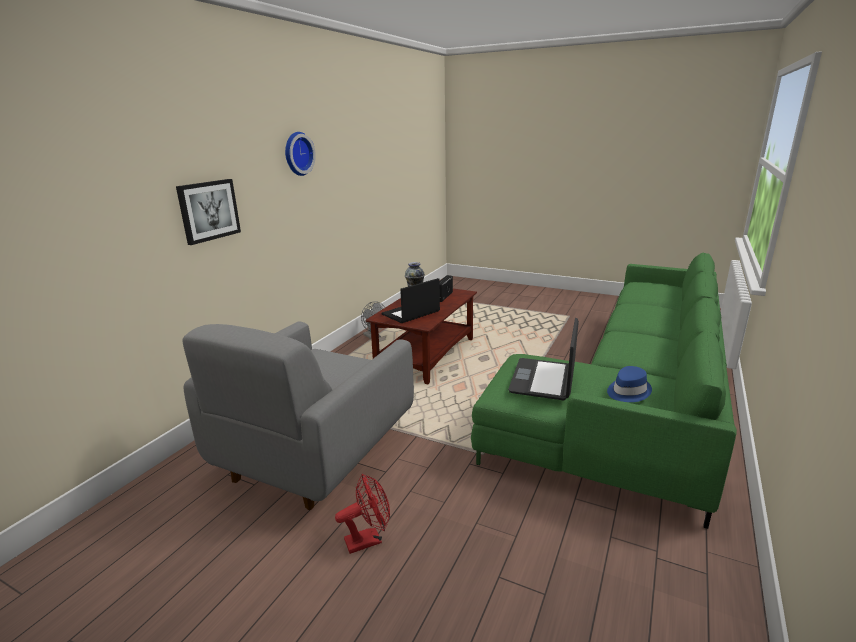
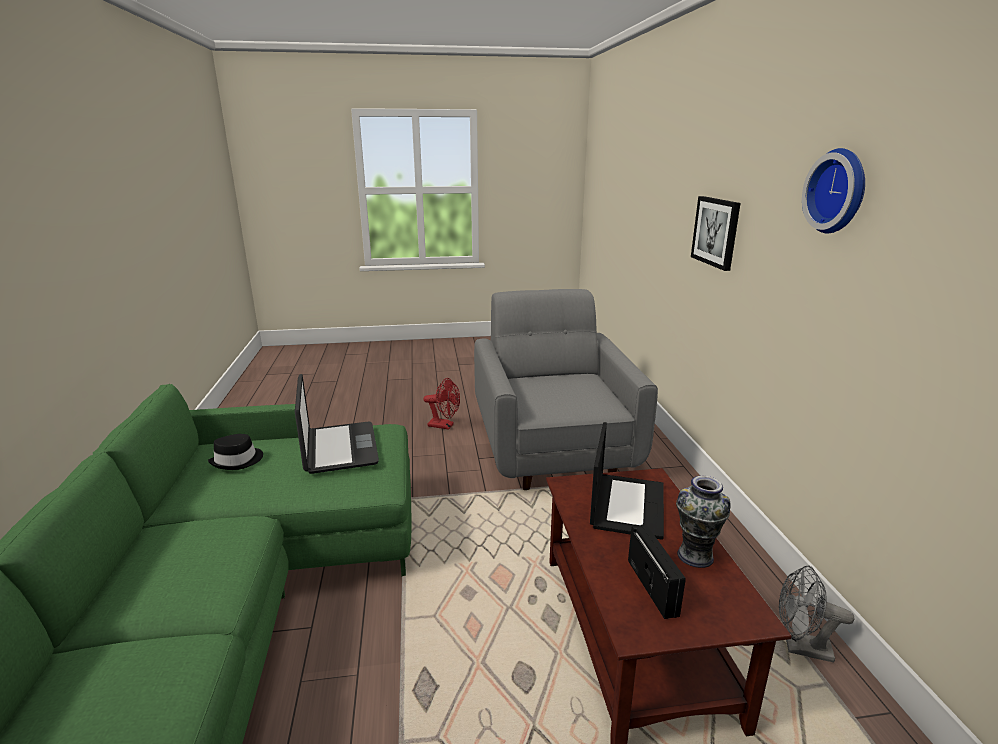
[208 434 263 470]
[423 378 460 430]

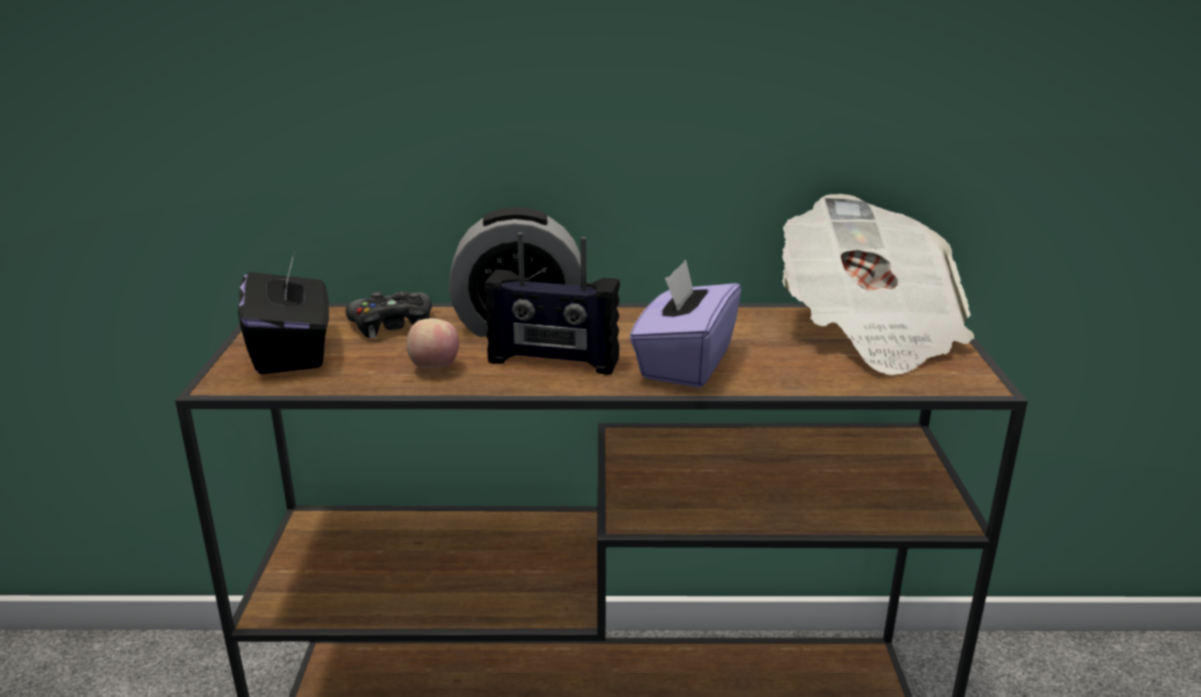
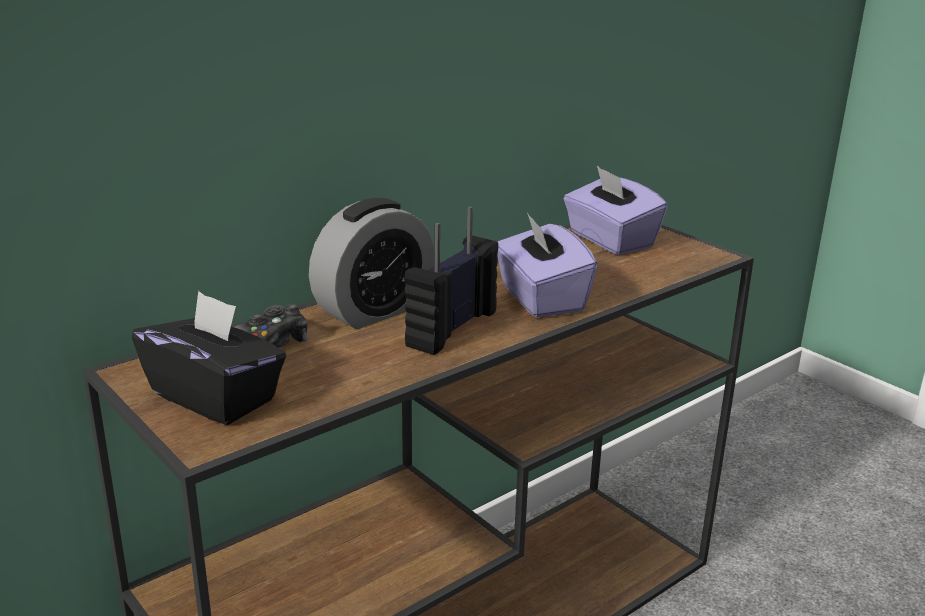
[404 206 498 355]
[564 166 668 255]
[406 318 459 369] (first image)

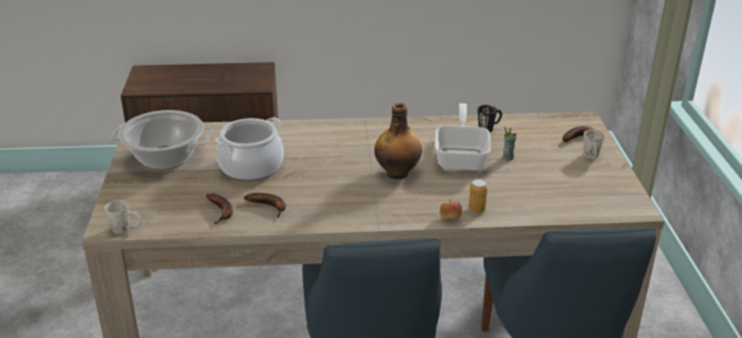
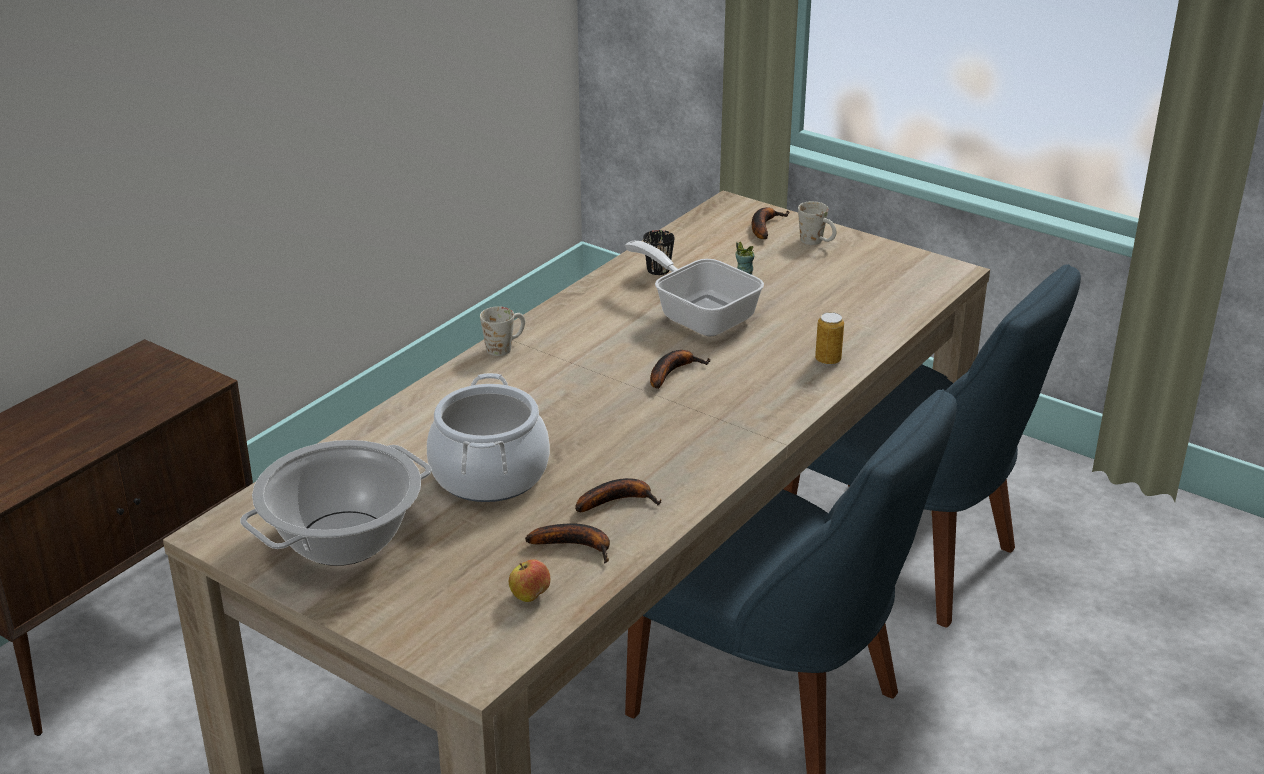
[480 306 525 356]
[509 559 551 602]
[650 350 711 389]

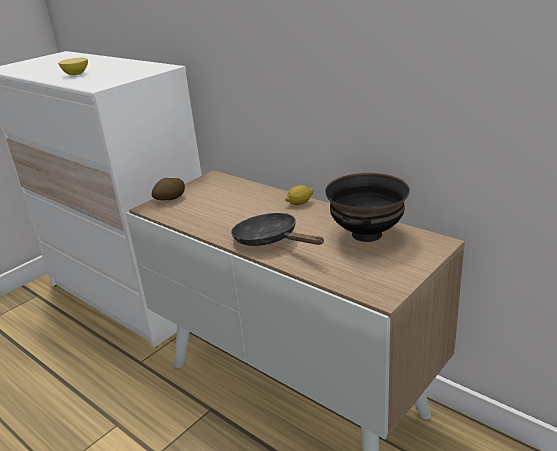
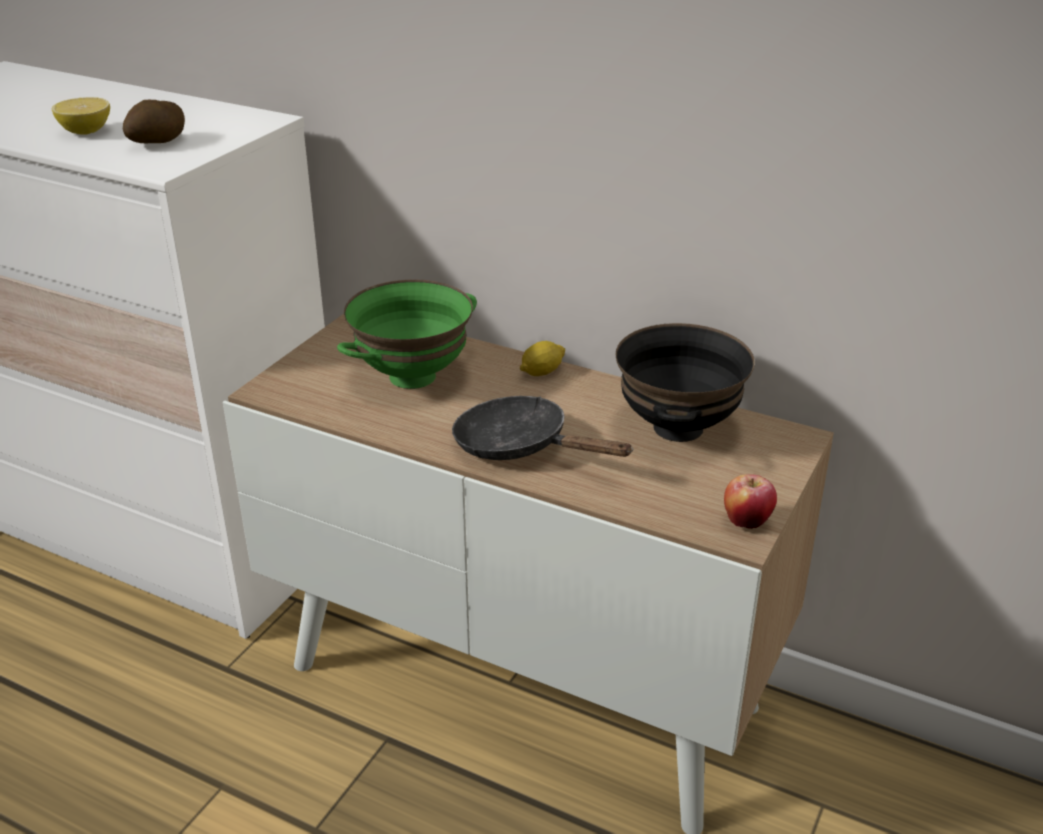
[123 100 185 143]
[337 279 477 389]
[724 474 777 529]

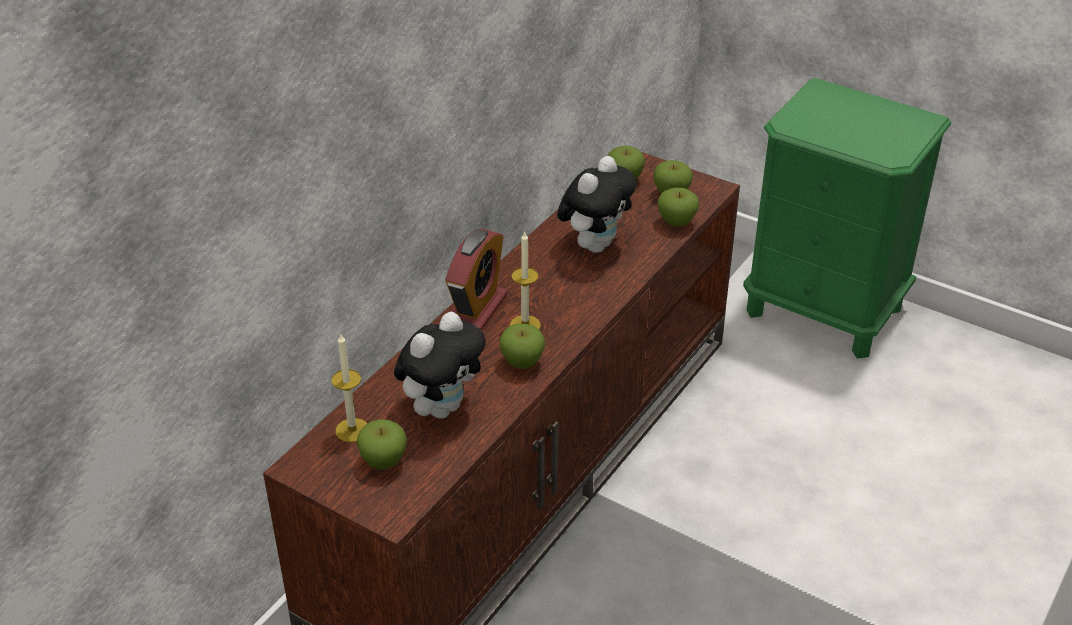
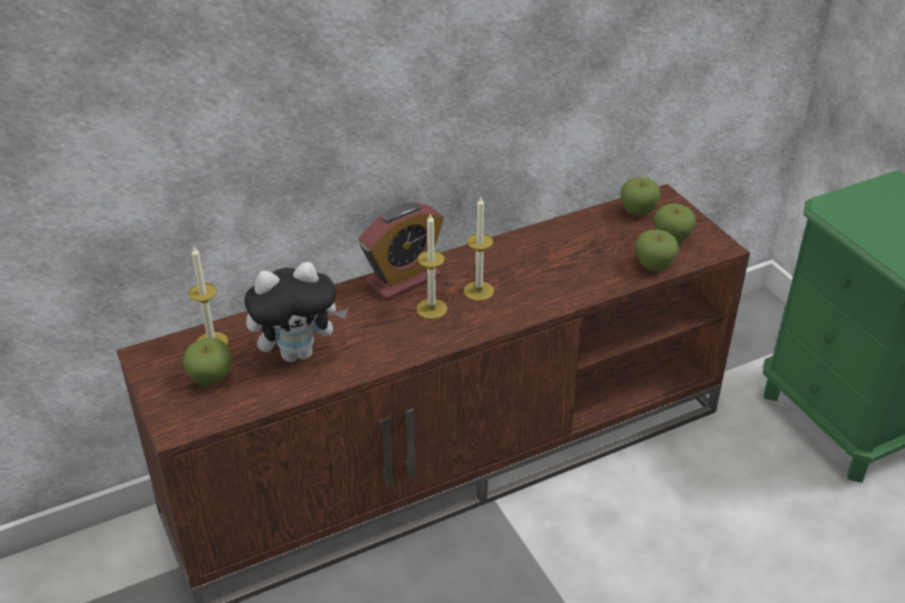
[464 197 494 301]
[499 324 545 369] (first image)
[557 156 637 253] (first image)

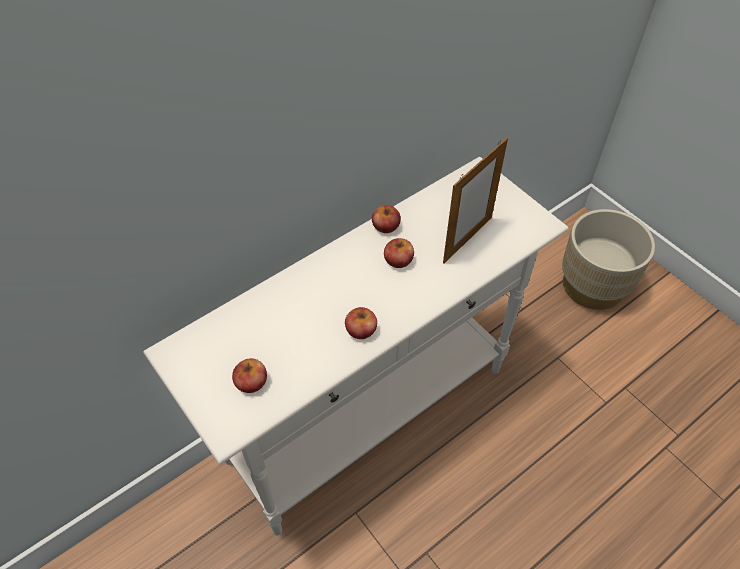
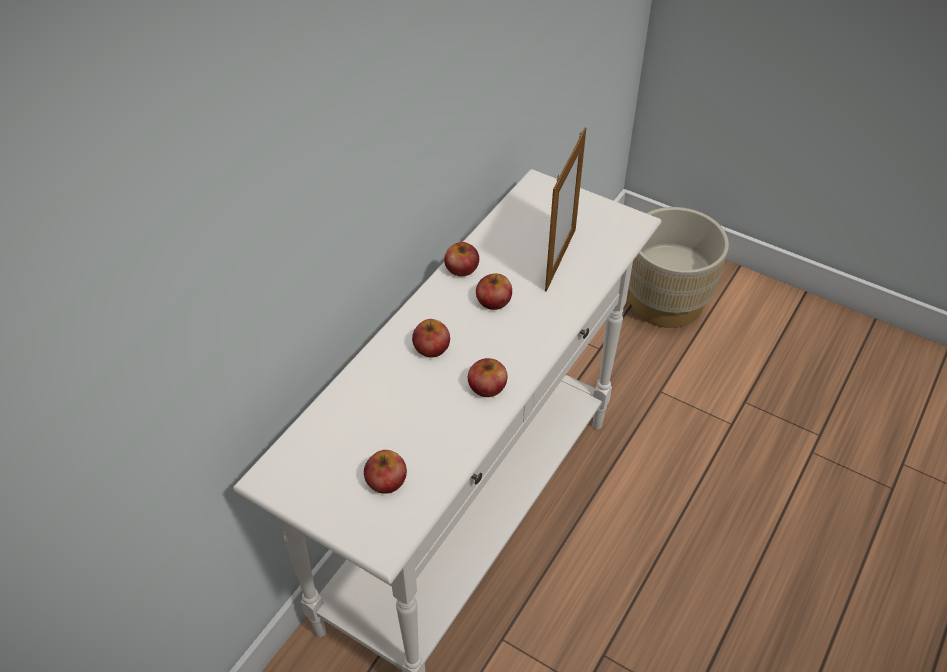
[412 319 450 357]

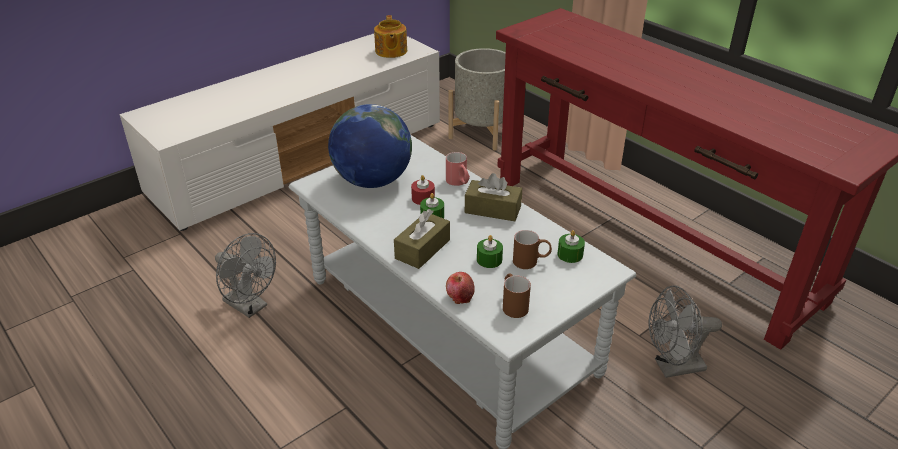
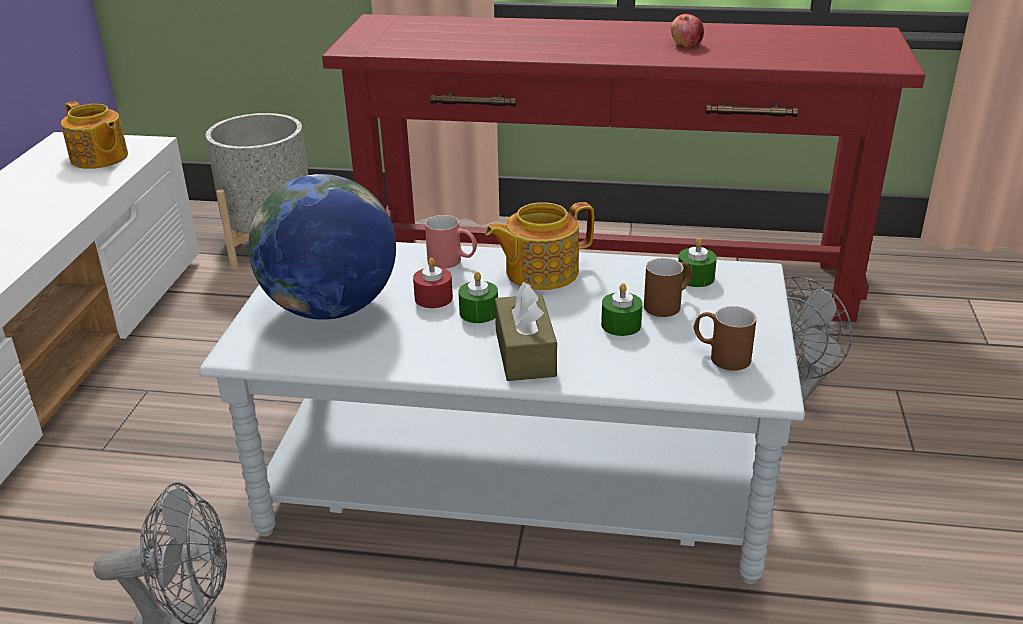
[485 202 594 290]
[671 14 704 48]

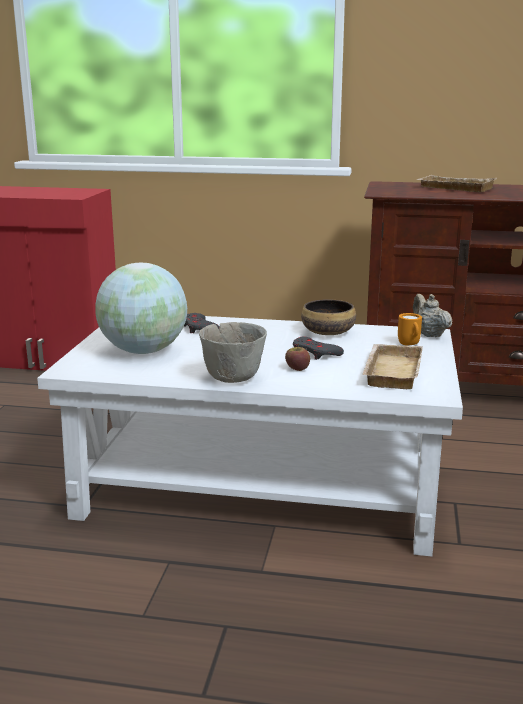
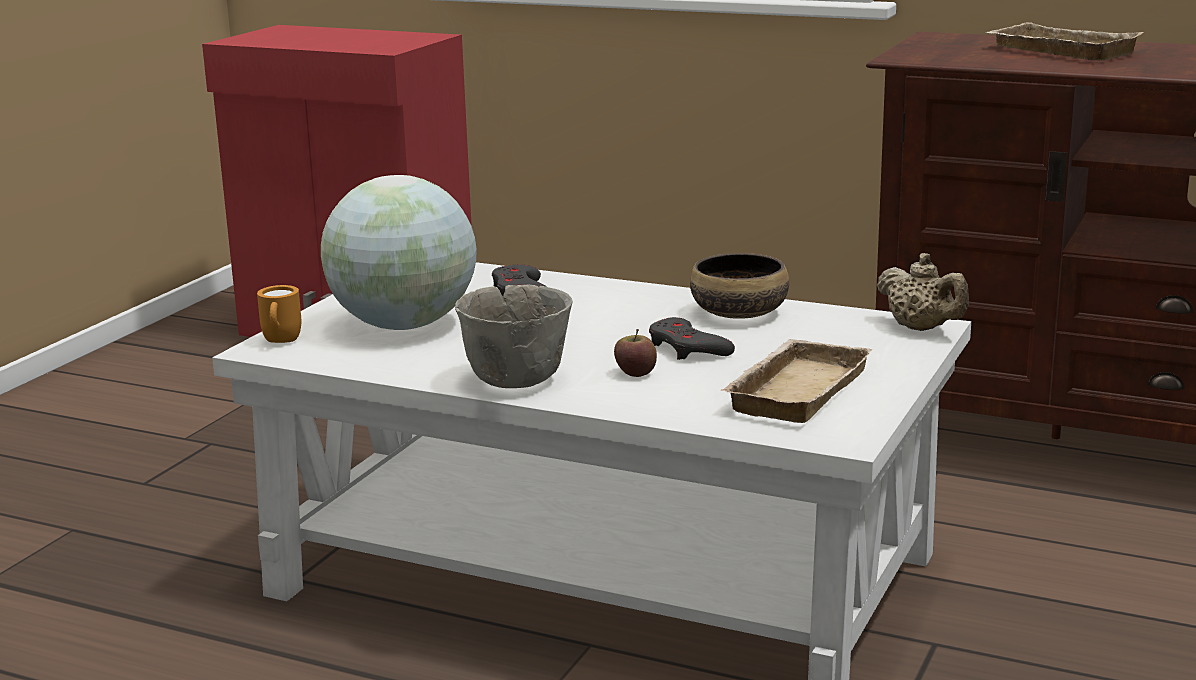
[257 285 301 343]
[877 253 969 331]

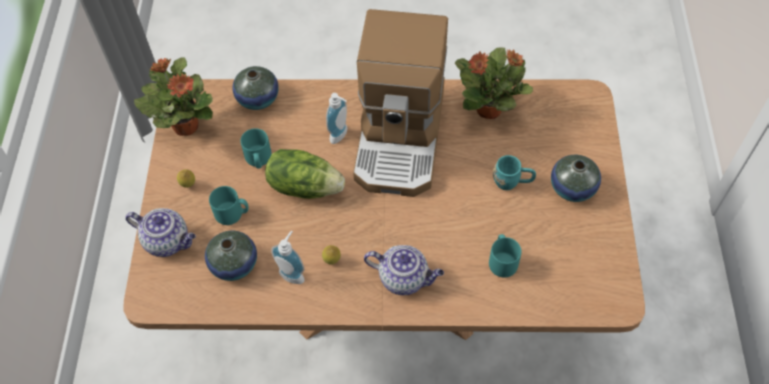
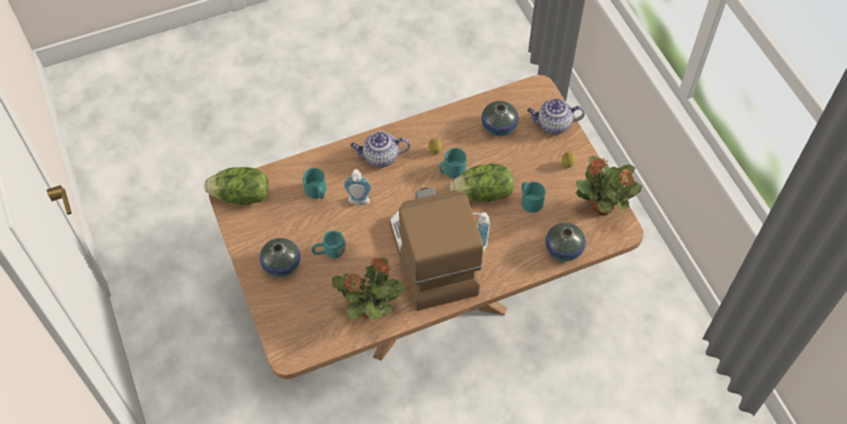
[204 167 269 205]
[343 169 372 205]
[439 148 467 179]

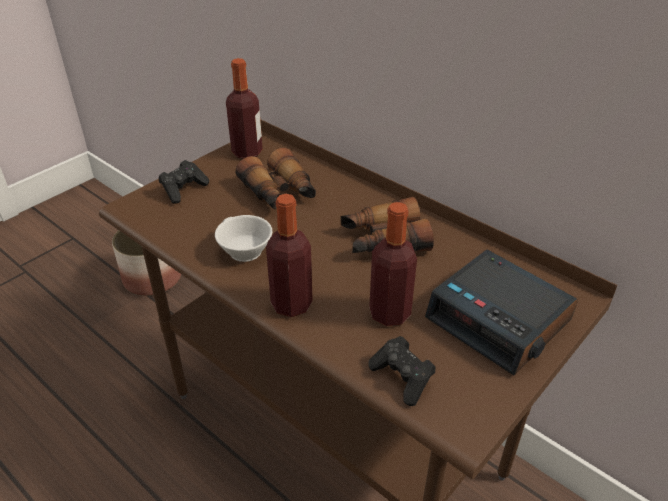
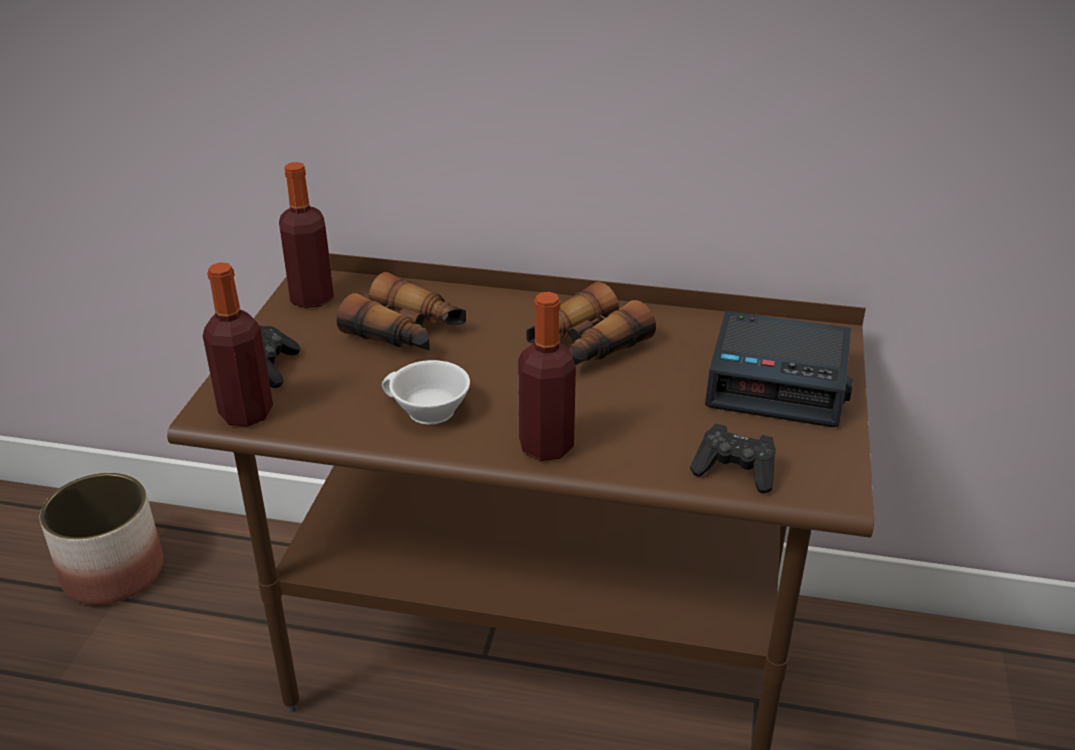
[203 262 273 427]

